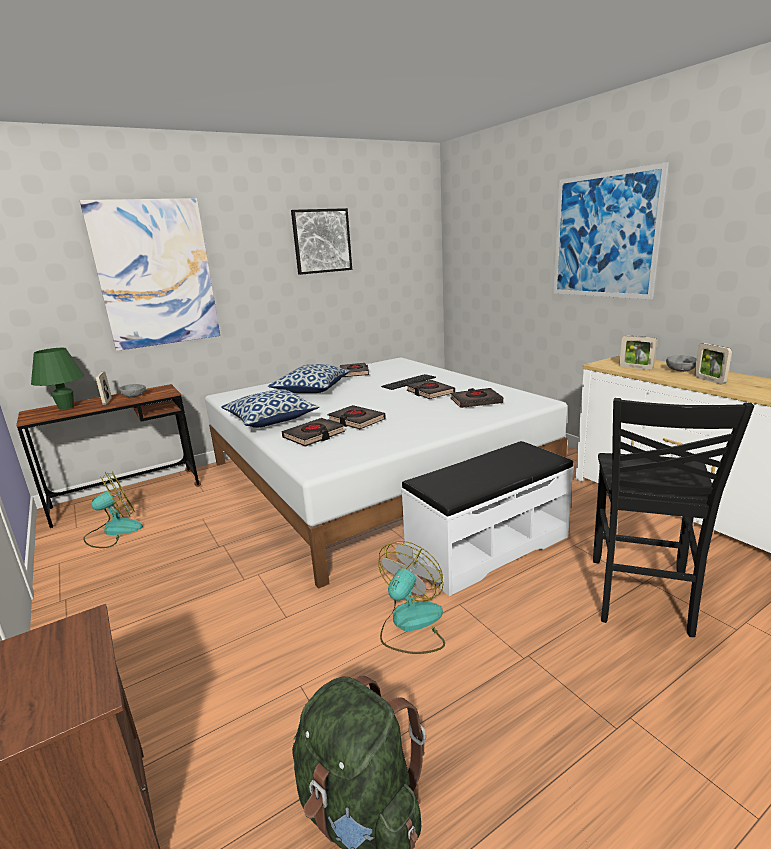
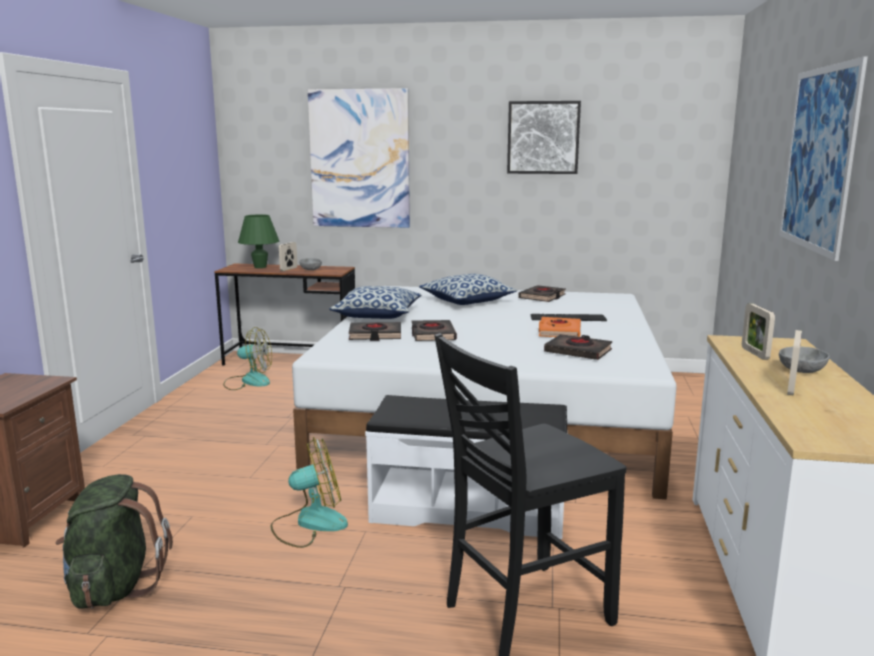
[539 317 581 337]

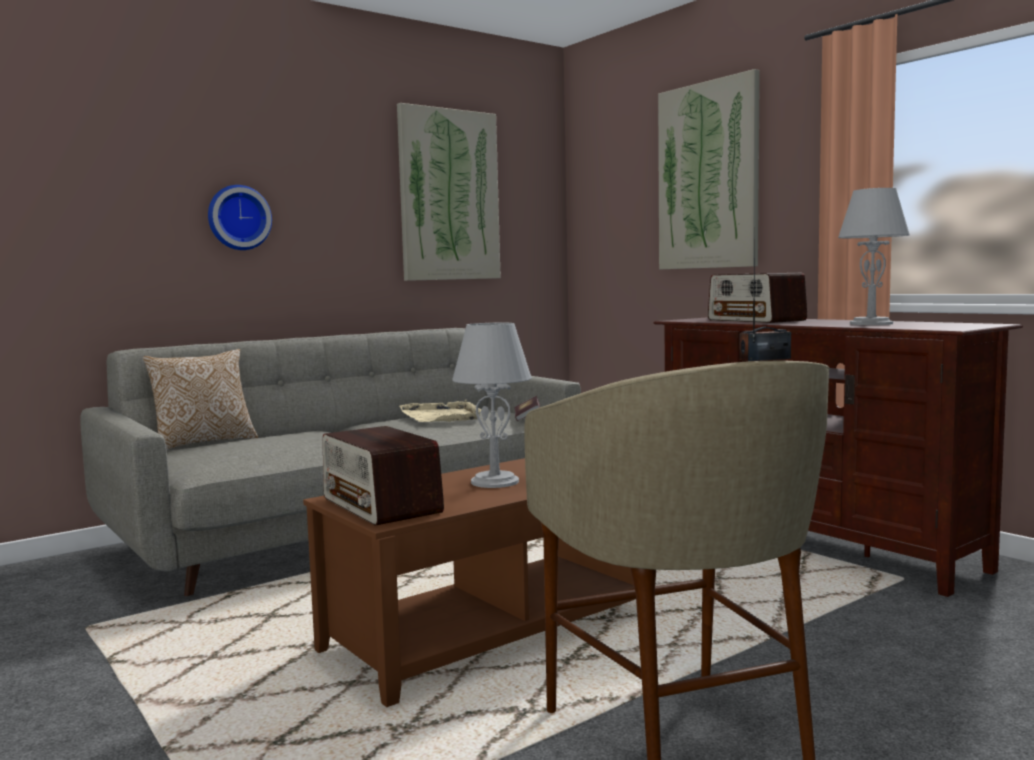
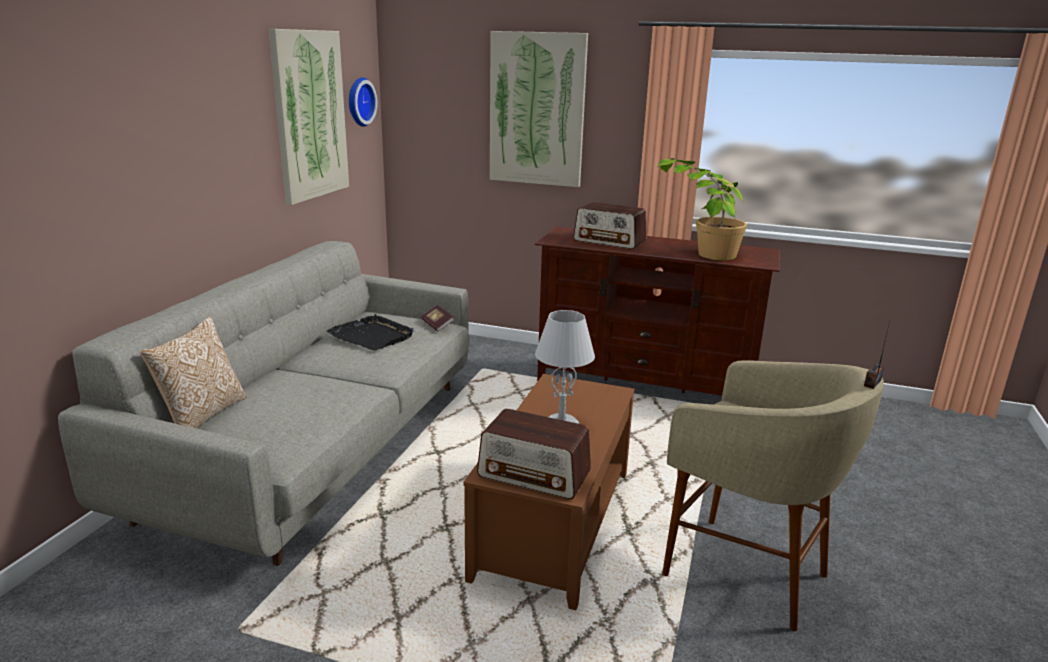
[327 314 414 350]
[349 77 377 127]
[658 158 747 260]

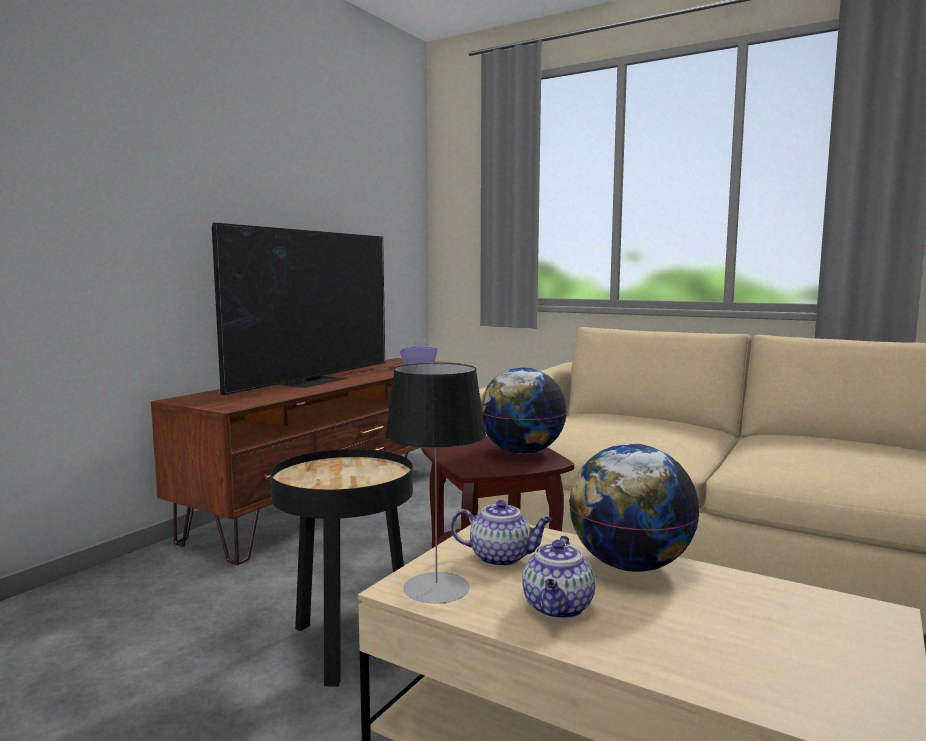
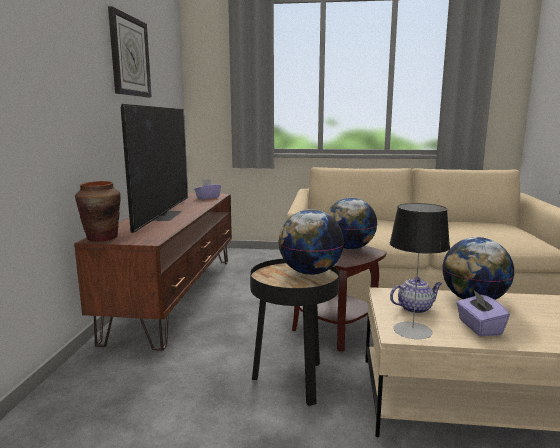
[75 181 121 242]
[108 6 152 97]
[278 209 344 275]
[456 290 510 336]

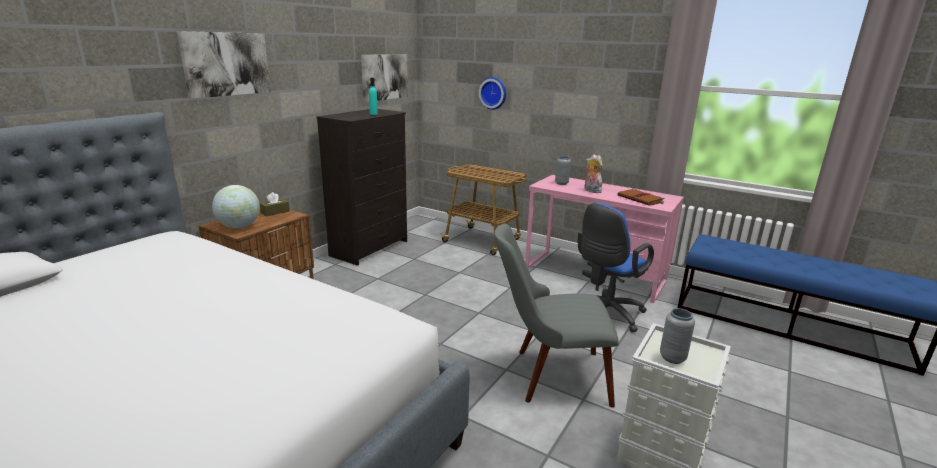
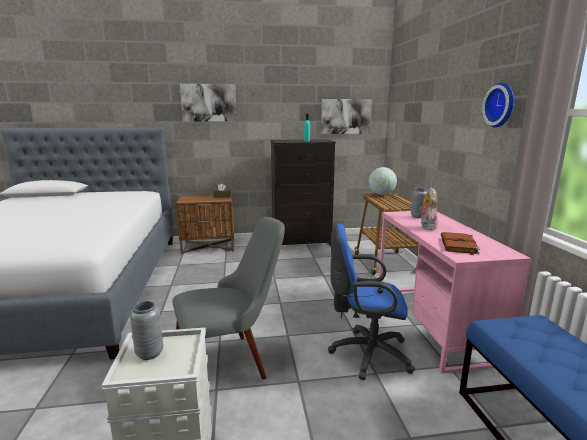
[173 217 285 379]
[369 167 397 195]
[482 83 515 128]

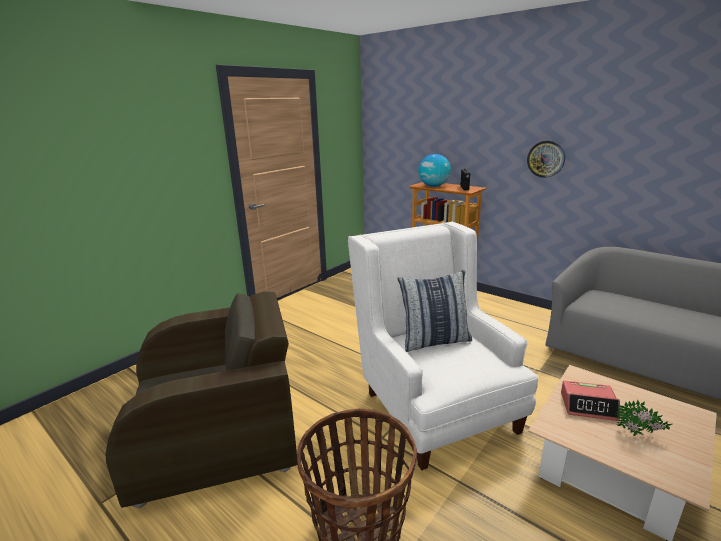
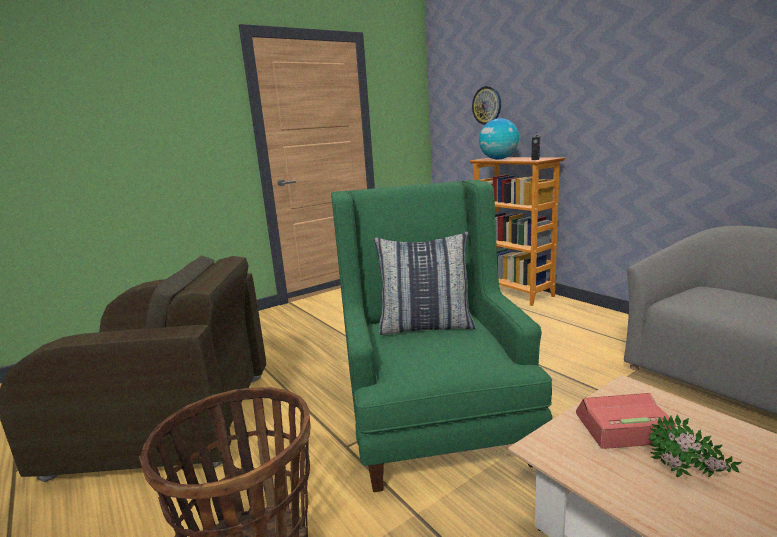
[331 180 552 492]
[472 86 501 125]
[576 393 676 449]

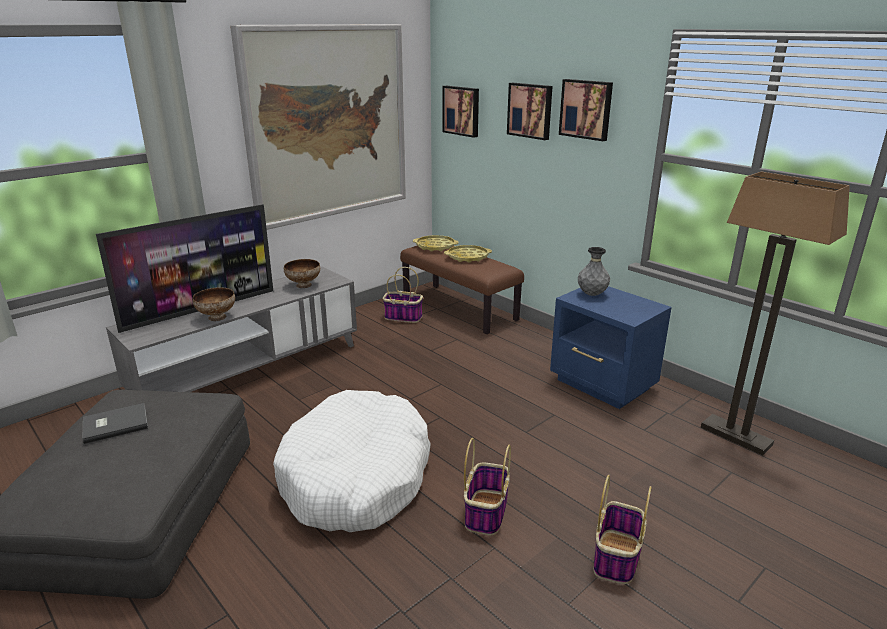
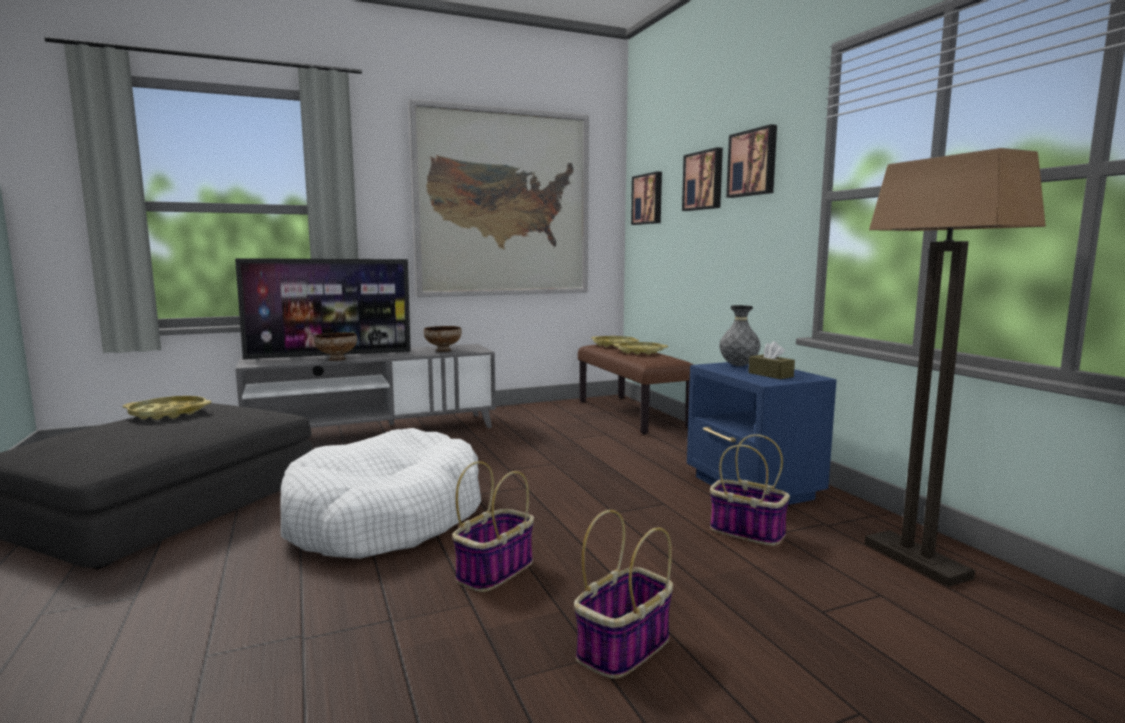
[123 396 211 420]
[710 434 790 546]
[748 341 795 379]

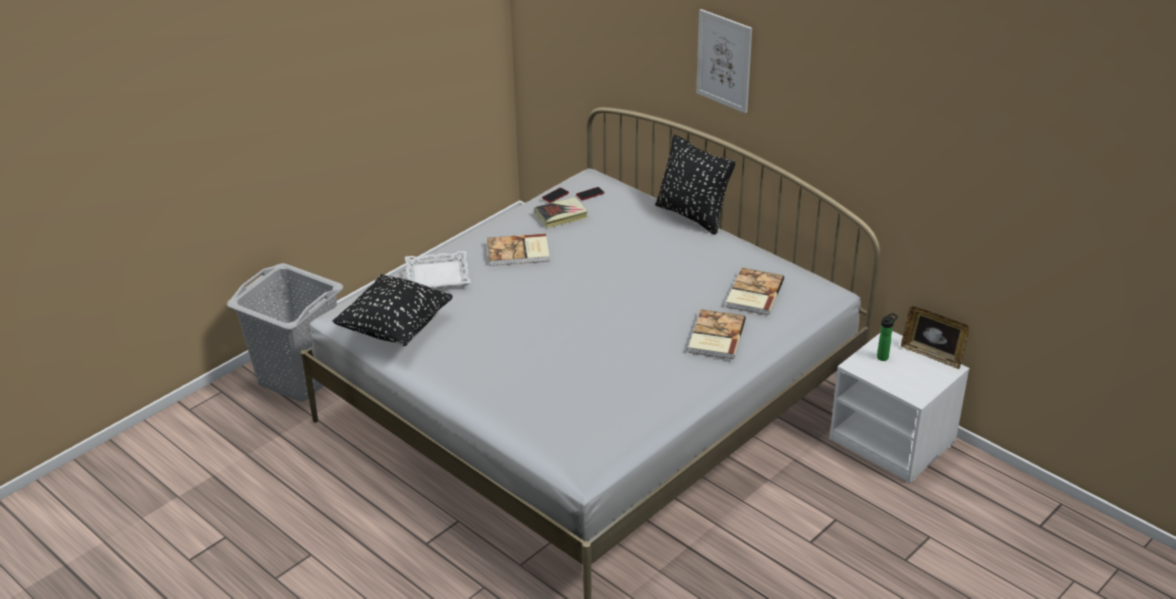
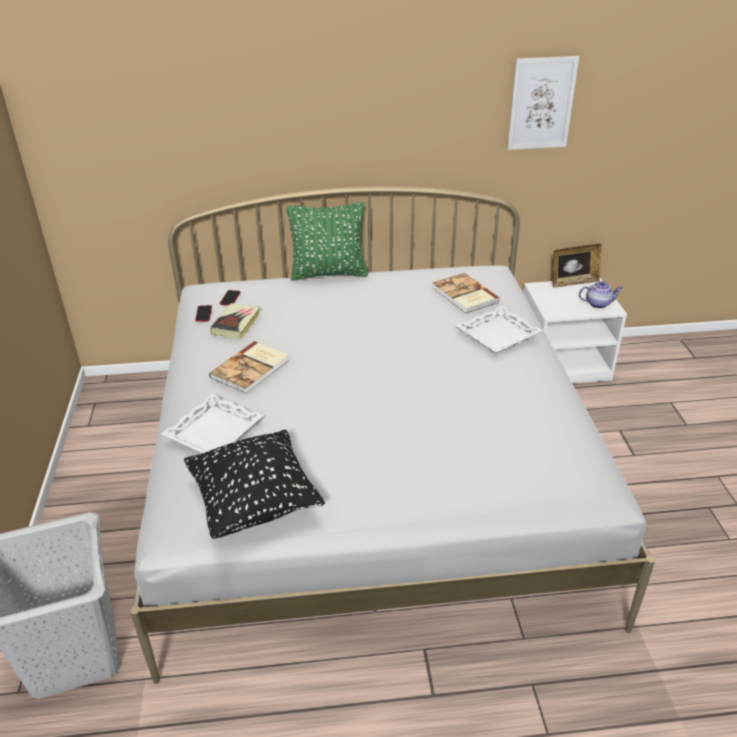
[286 202 368 281]
[455 306 543 354]
[507 56 579 150]
[579 281 623 308]
[877 313 898 361] (first image)

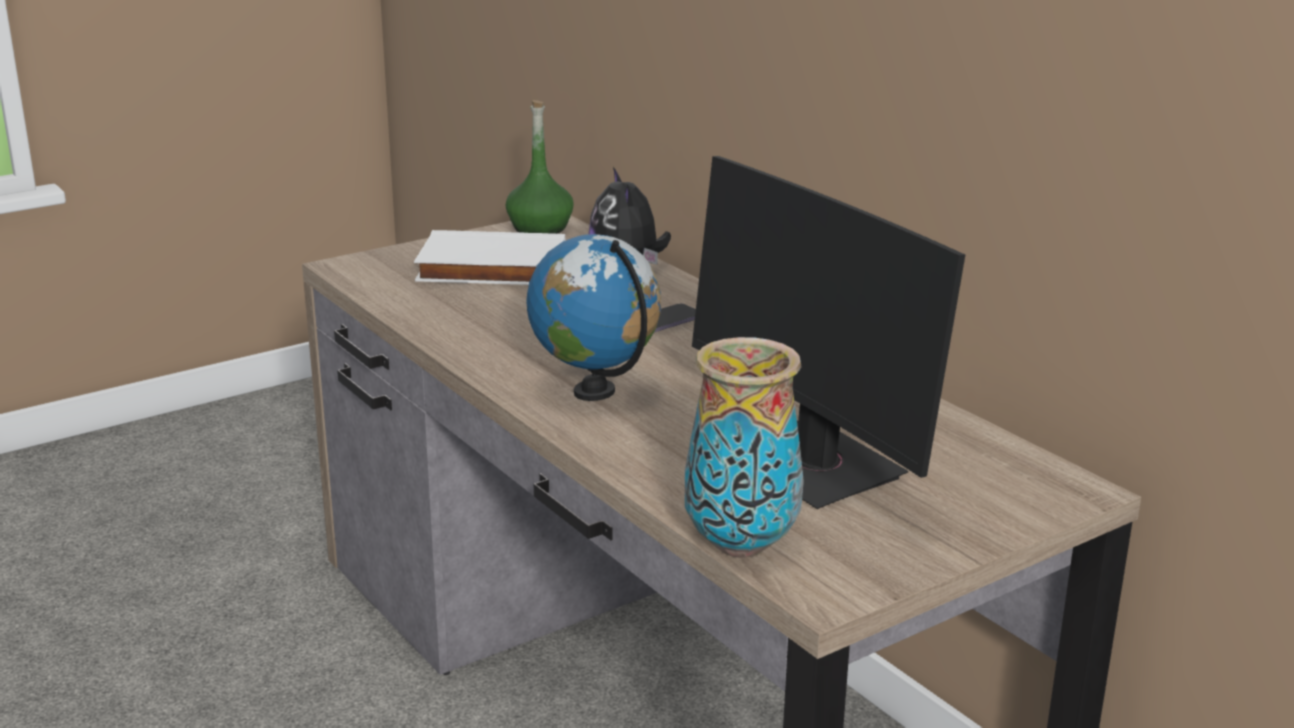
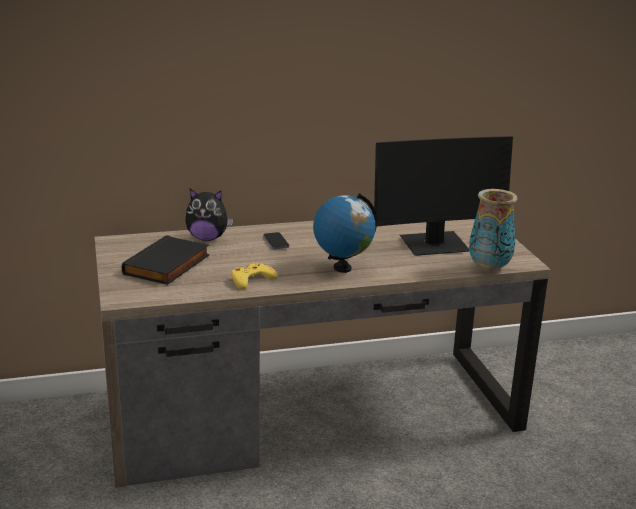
[122 235 209 285]
[231 263 278 289]
[506 100 573 234] (first image)

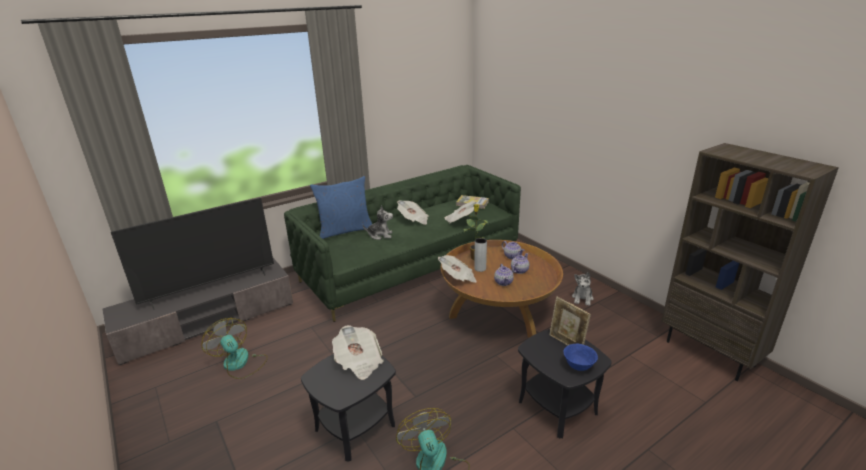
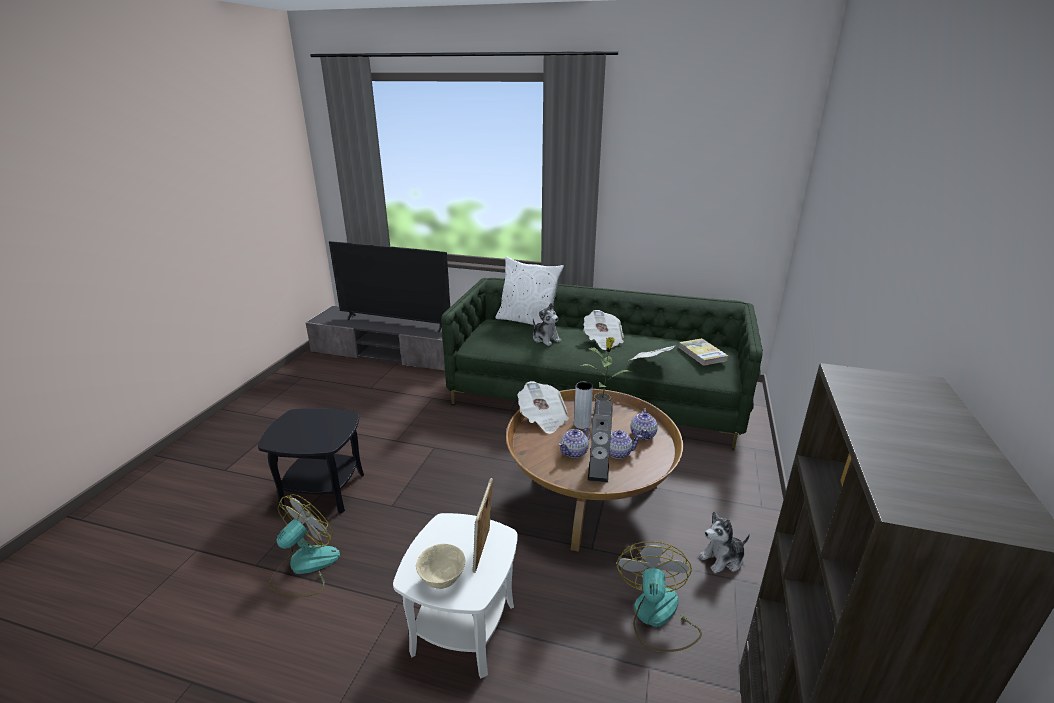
[393 513 518 678]
[416 544 465 589]
[495 256 564 325]
[588 400 613 483]
[617 541 702 652]
[332 325 384 380] (first image)

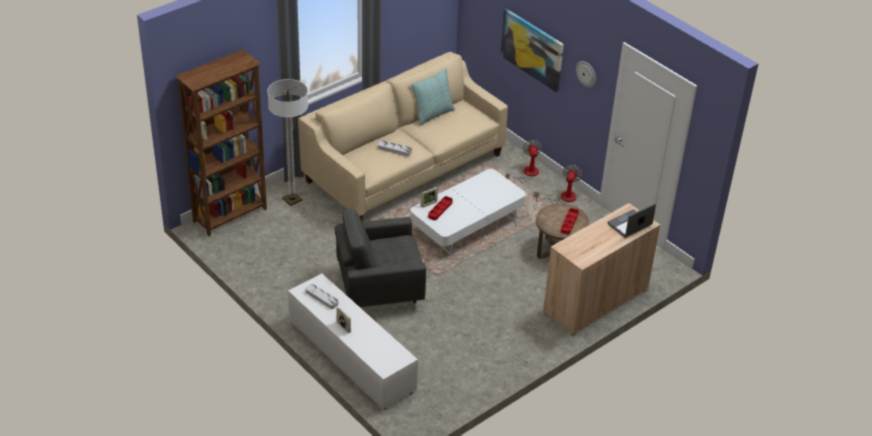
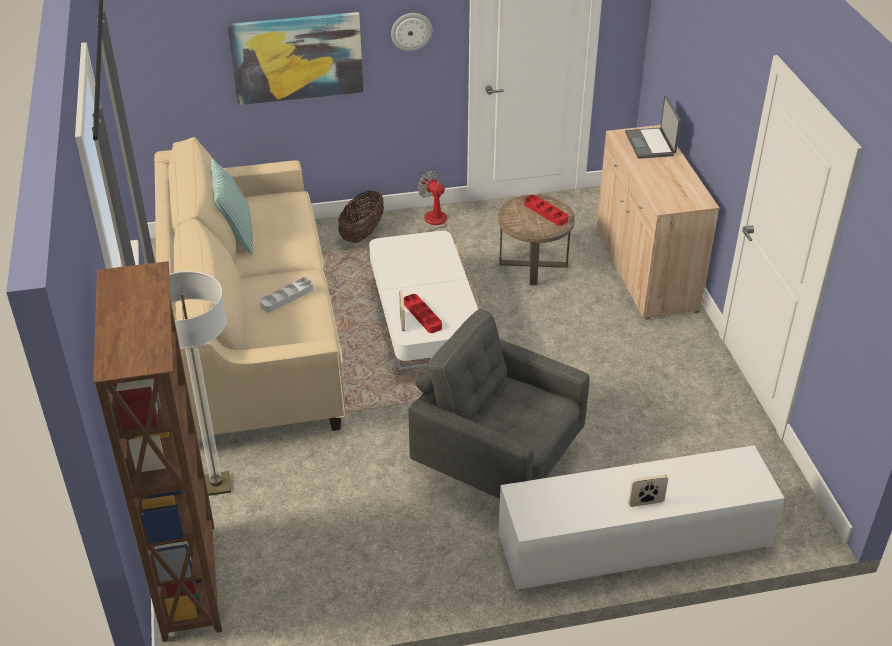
[338 191 384 243]
[409 309 590 499]
[306 284 338 309] (first image)

